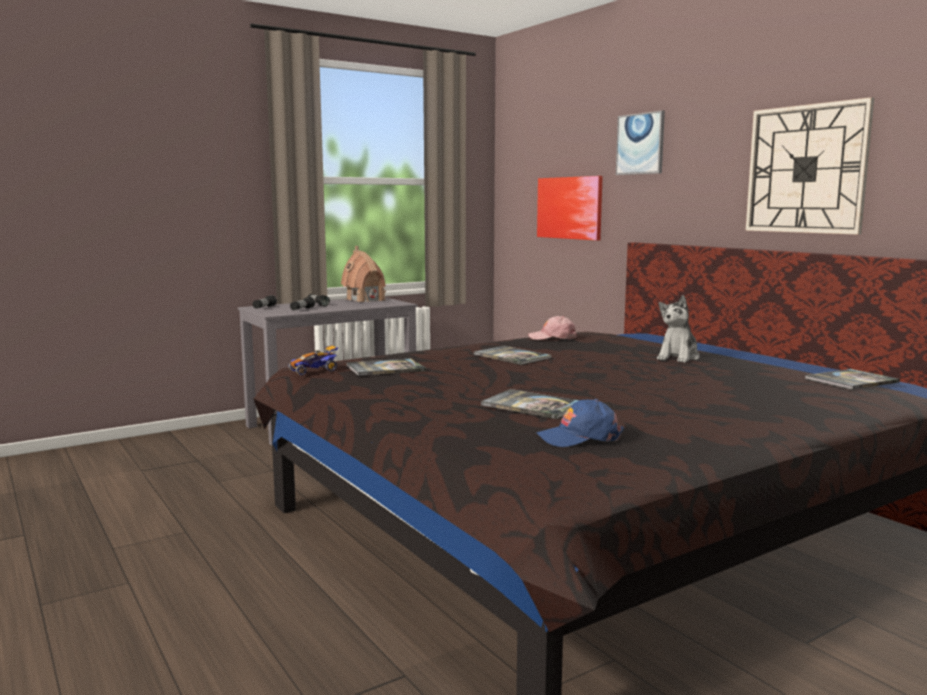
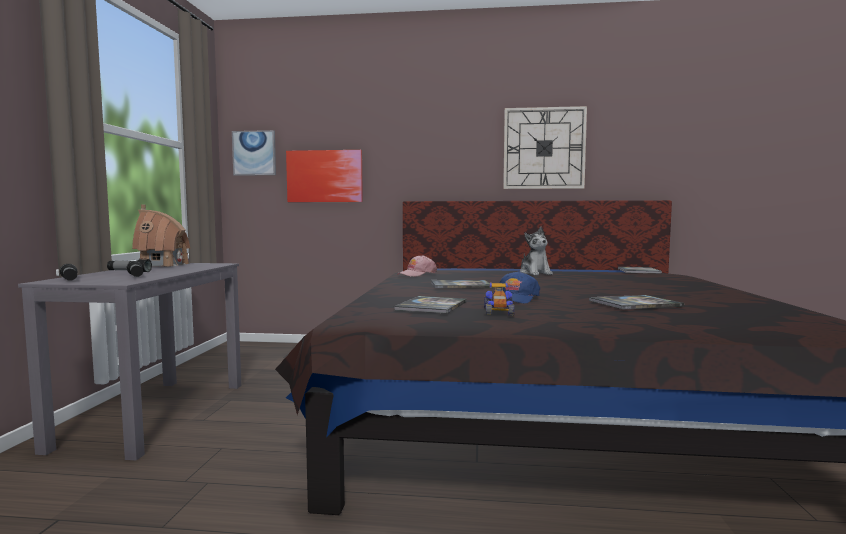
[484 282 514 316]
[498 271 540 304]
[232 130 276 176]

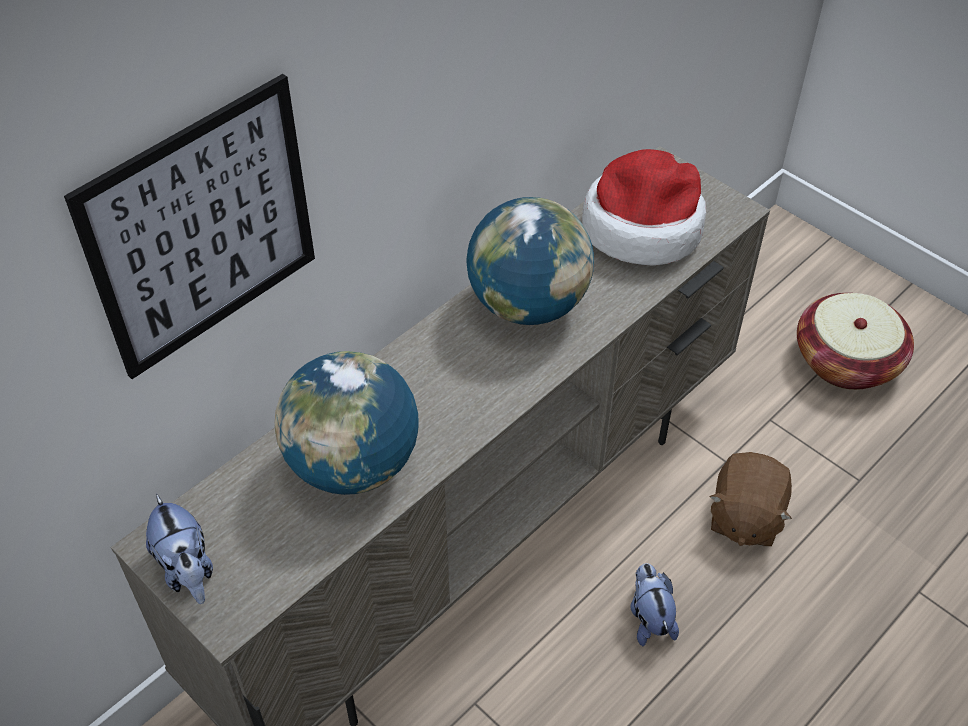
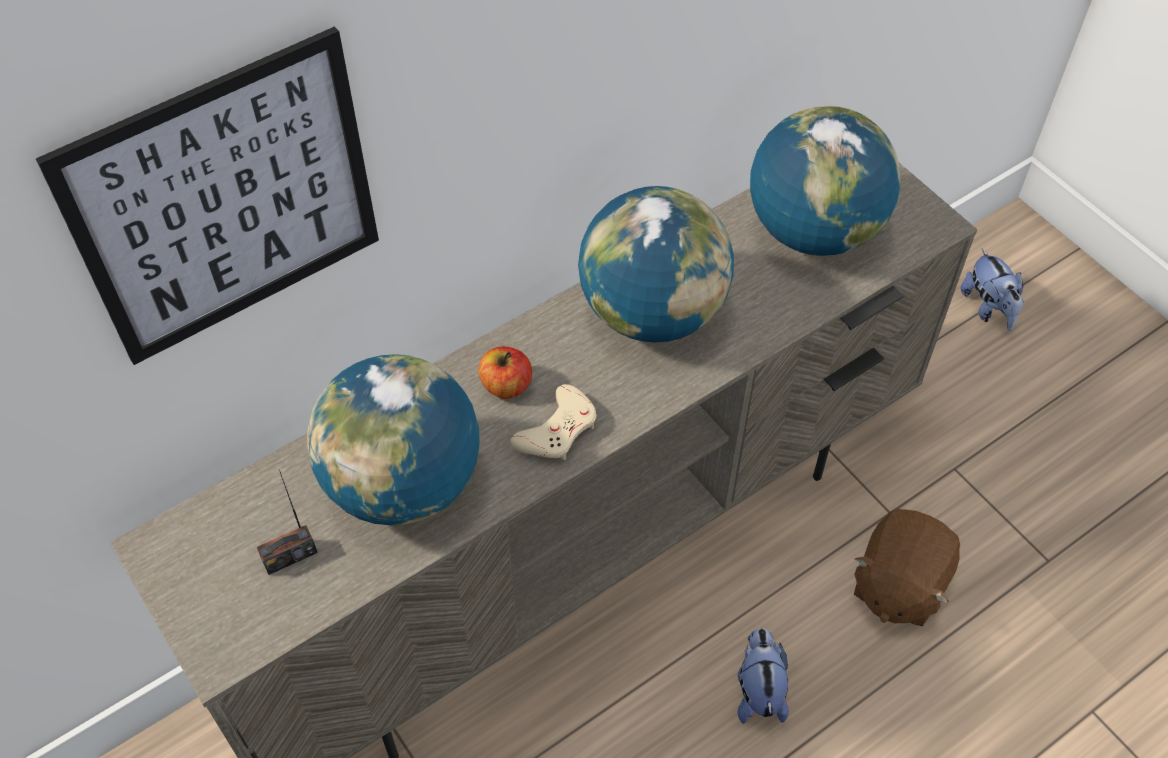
[797 293 914 390] (first image)
[257 470 318 575]
[478 346 532 399]
[511 384 597 460]
[961 249 1024 331]
[750 106 901 256]

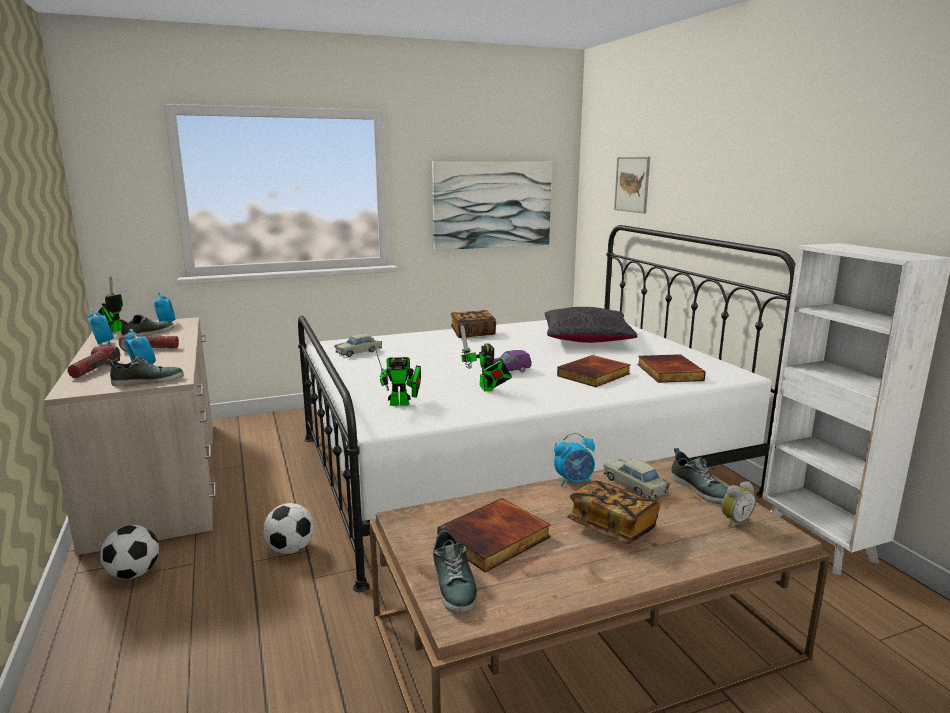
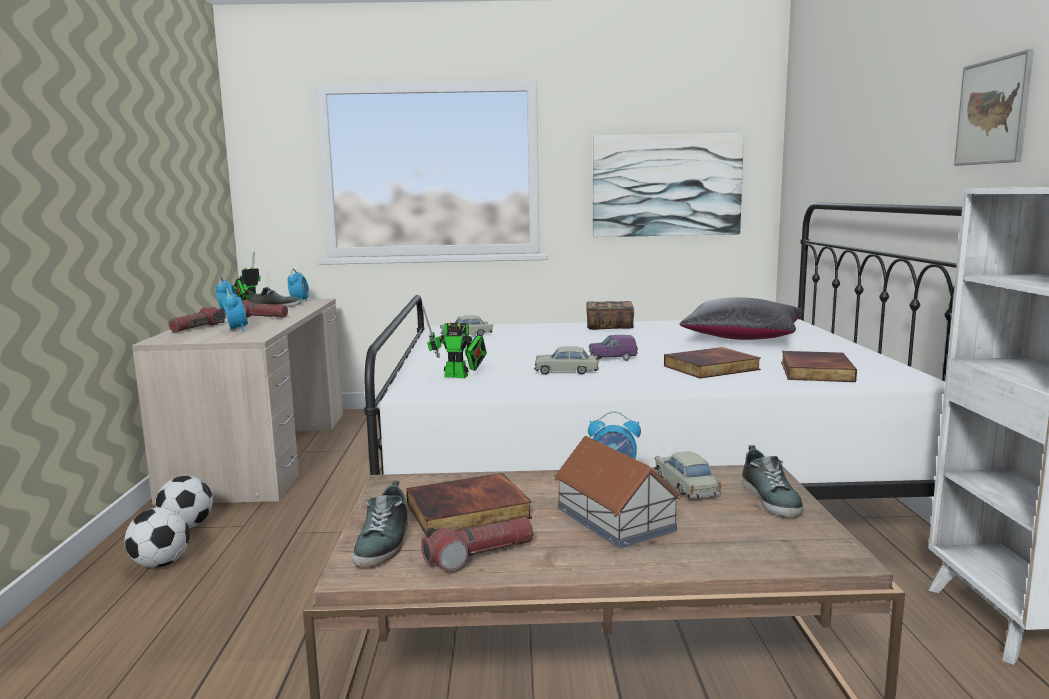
[106 356 184 386] (first image)
[722 482 756 527] (first image)
[422 517 533 572]
[125 507 190 568]
[954 49 1034 166]
[534 346 599 374]
[554 436 682 548]

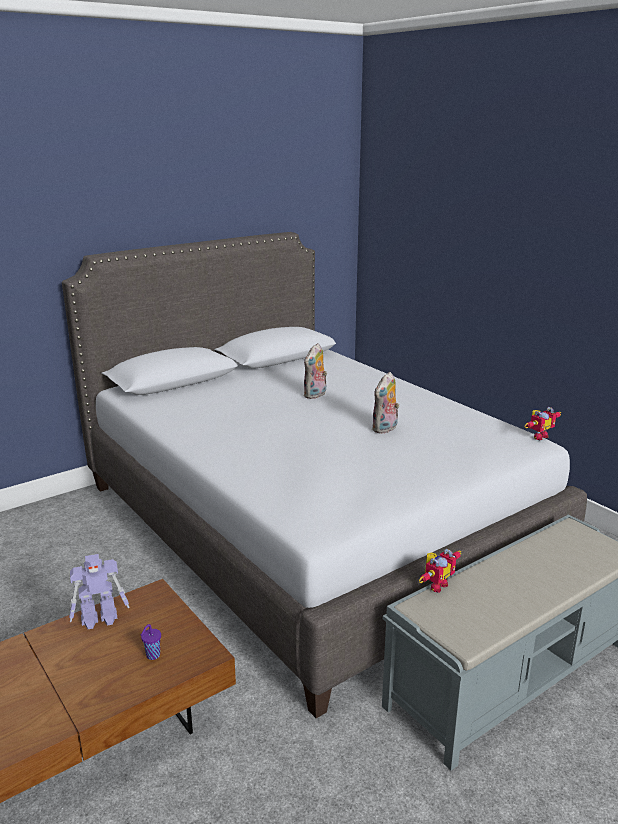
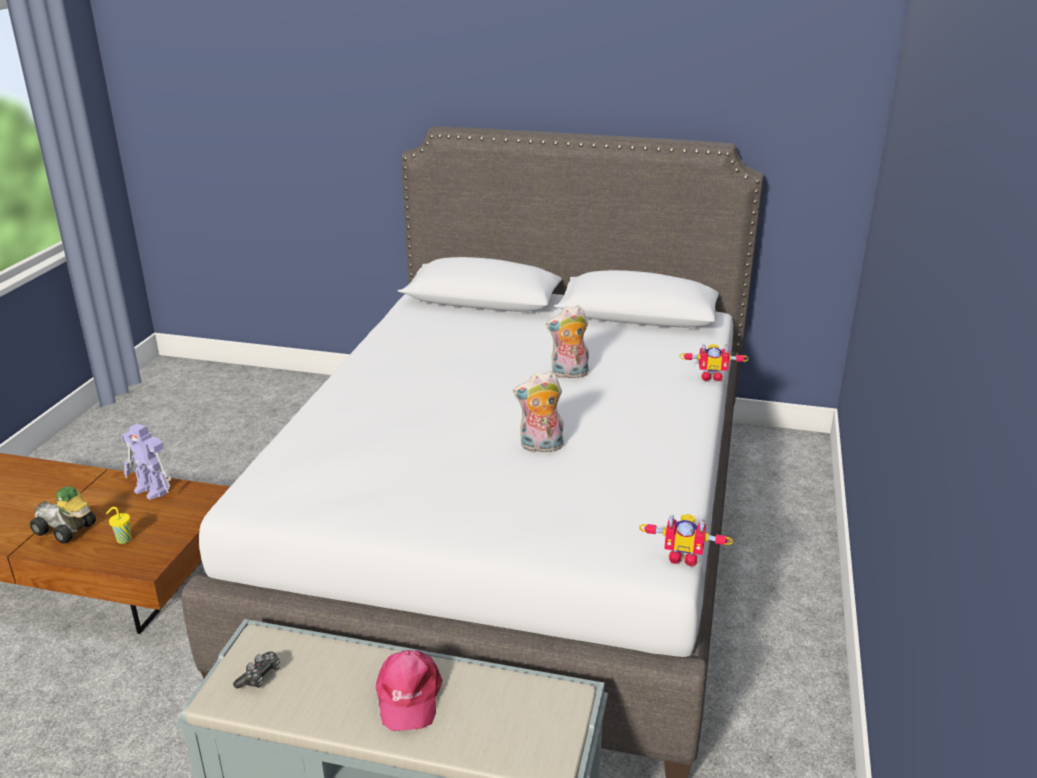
[30 486 96 544]
[233 652 280 689]
[376 650 442 731]
[680 344 749 381]
[106 507 131 544]

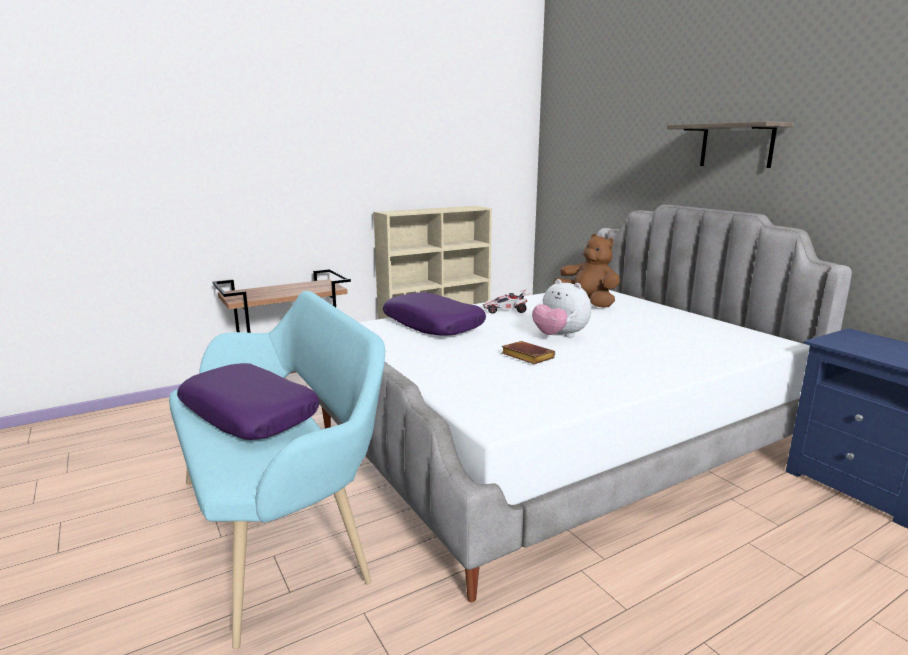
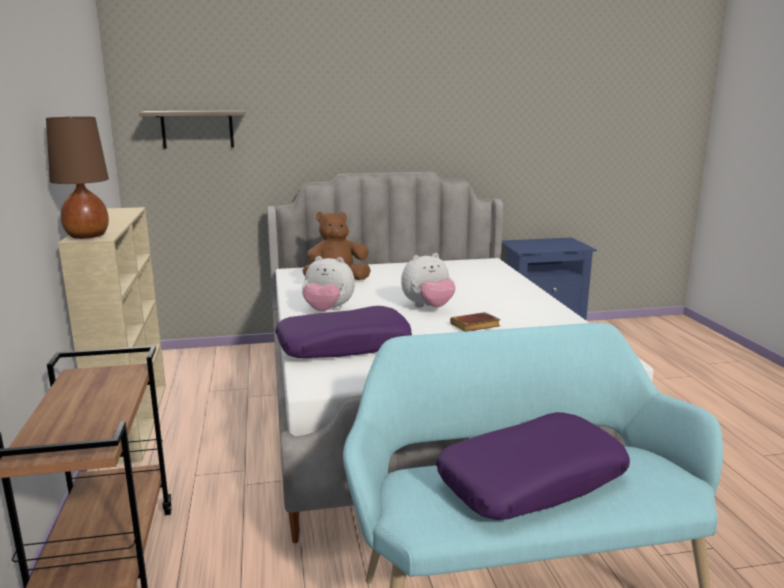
[46 117 109 239]
[139 110 246 149]
[302 256 355 311]

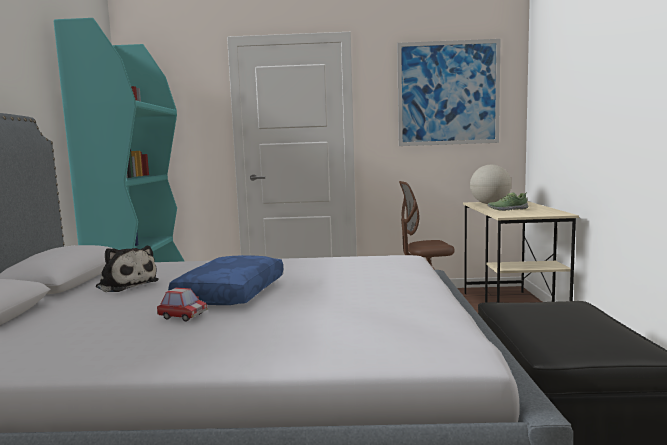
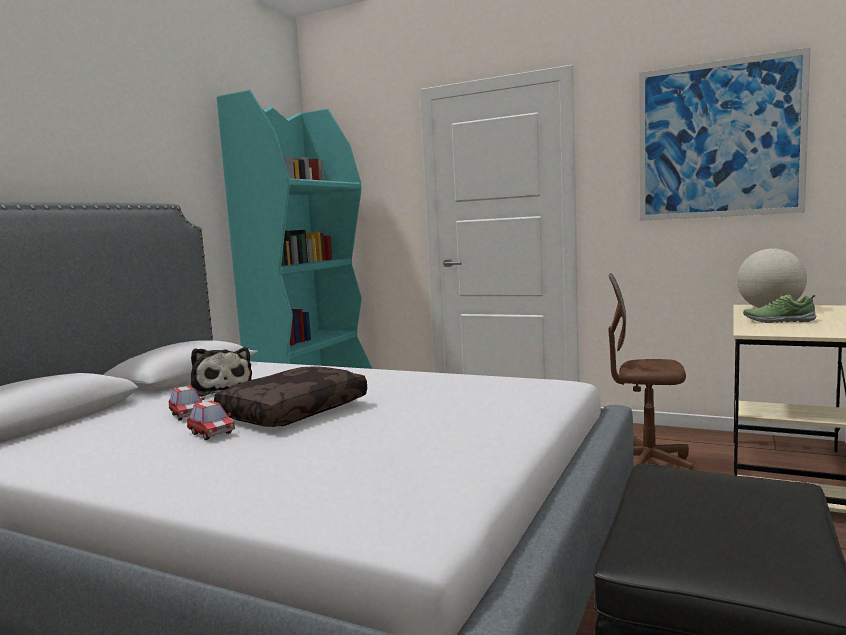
[169 386 205 420]
[214 366 367 427]

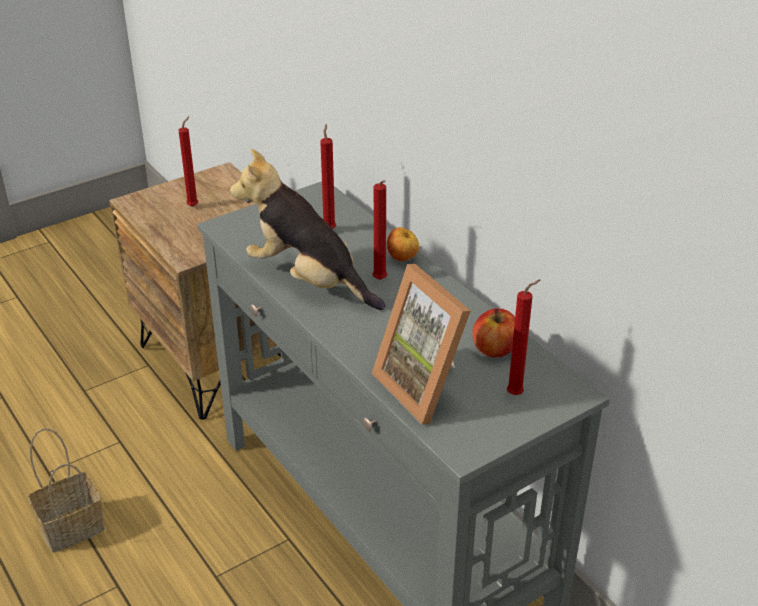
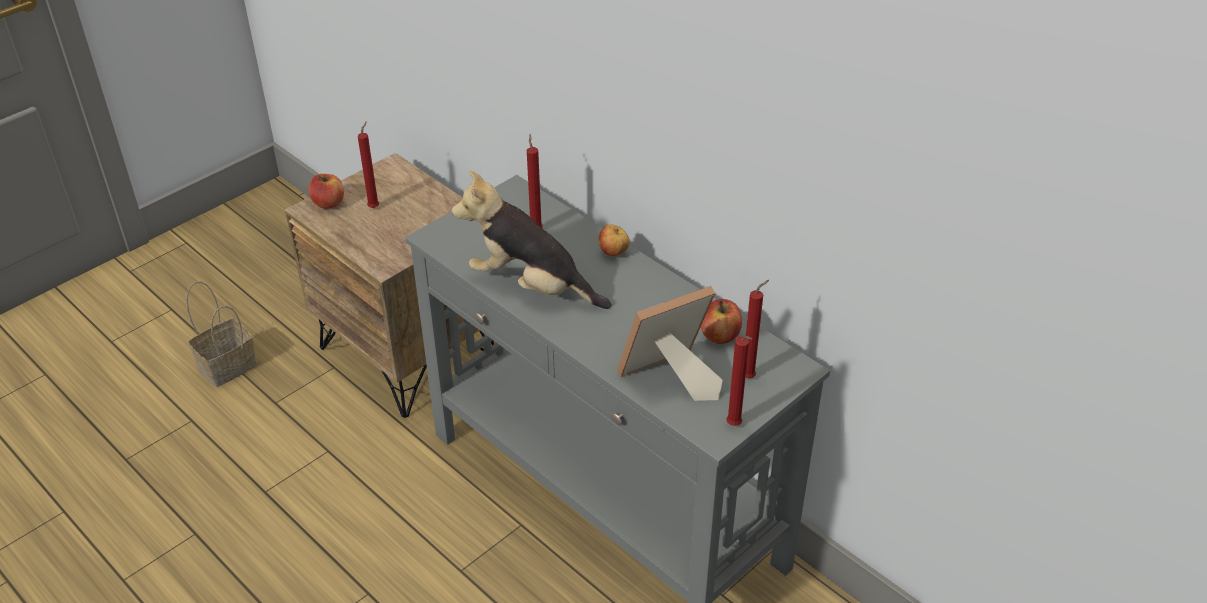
[308 174 344 209]
[186 281 257 387]
[726 336 752 426]
[617 286 723 401]

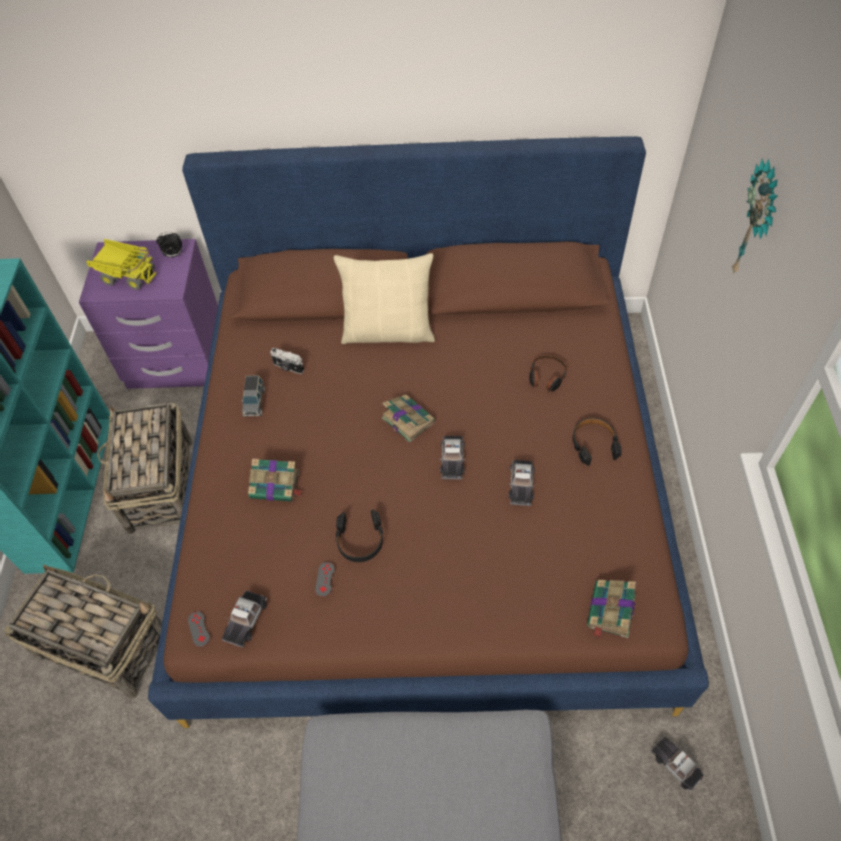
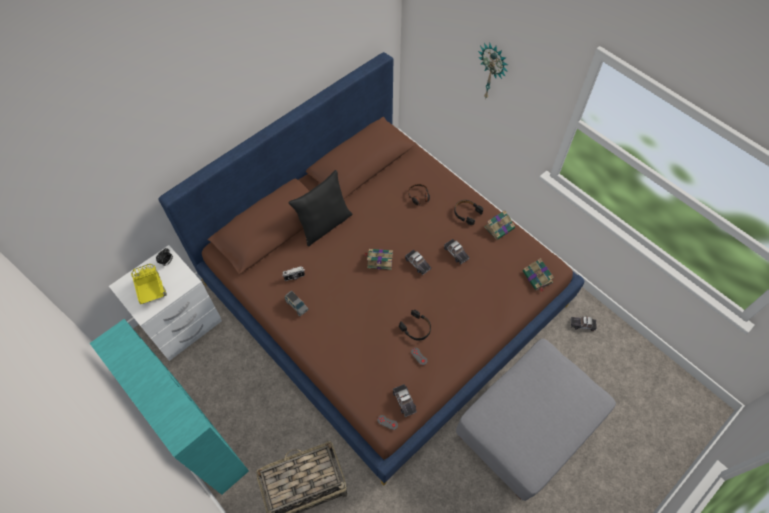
[97 402 193 534] (first image)
[484 210 516 240]
[109 245 222 361]
[288 170 353 247]
[131 264 167 304]

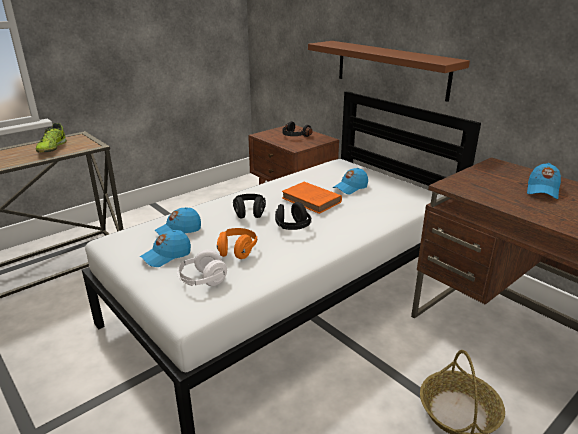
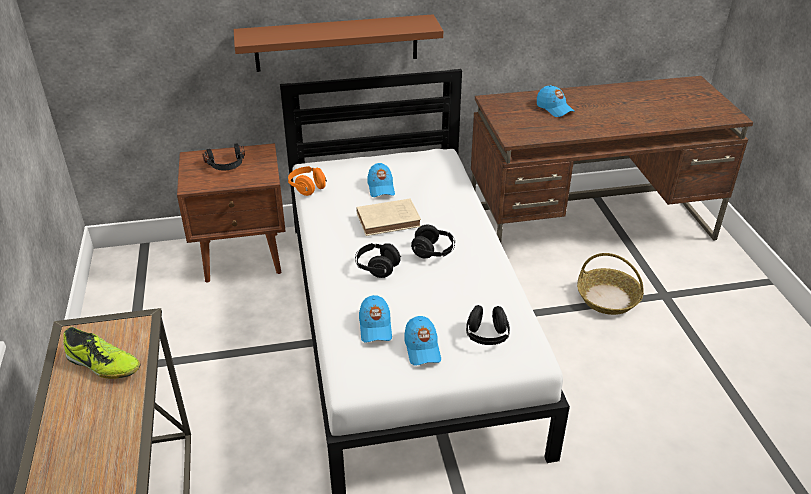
[288 166 327 196]
[466 305 510 345]
[356 198 421 236]

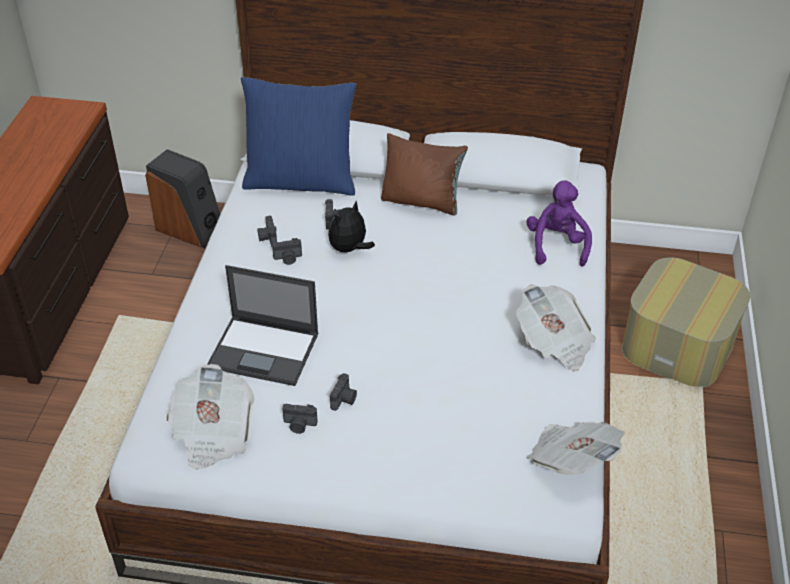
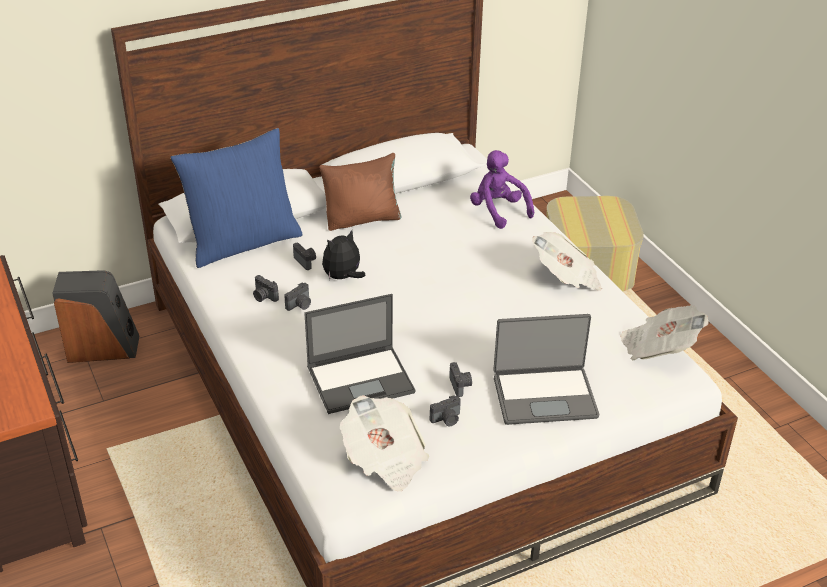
[493 314 599 425]
[322 230 365 279]

